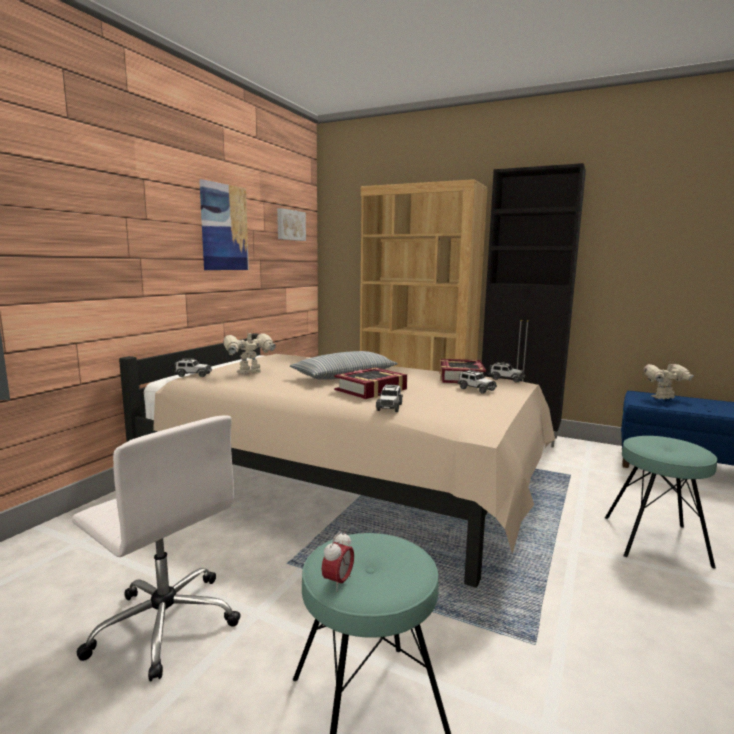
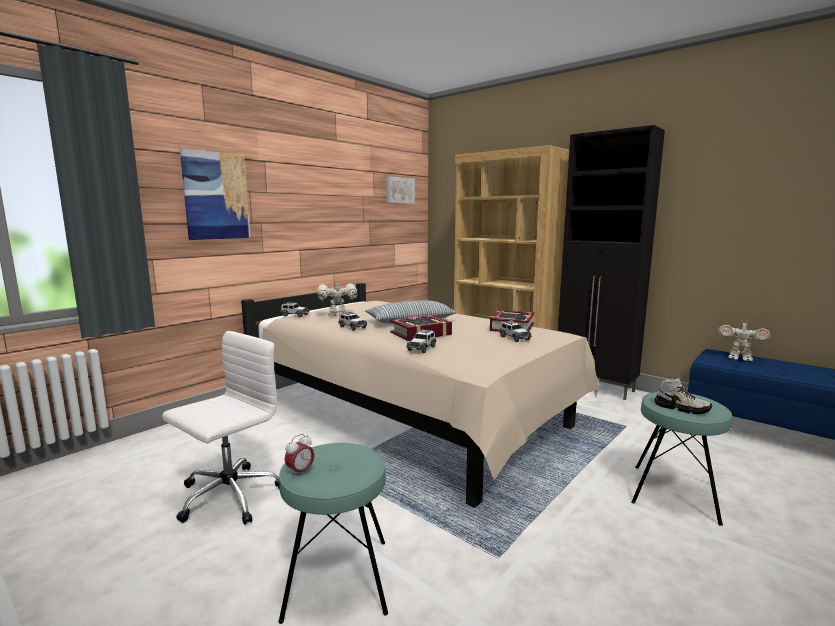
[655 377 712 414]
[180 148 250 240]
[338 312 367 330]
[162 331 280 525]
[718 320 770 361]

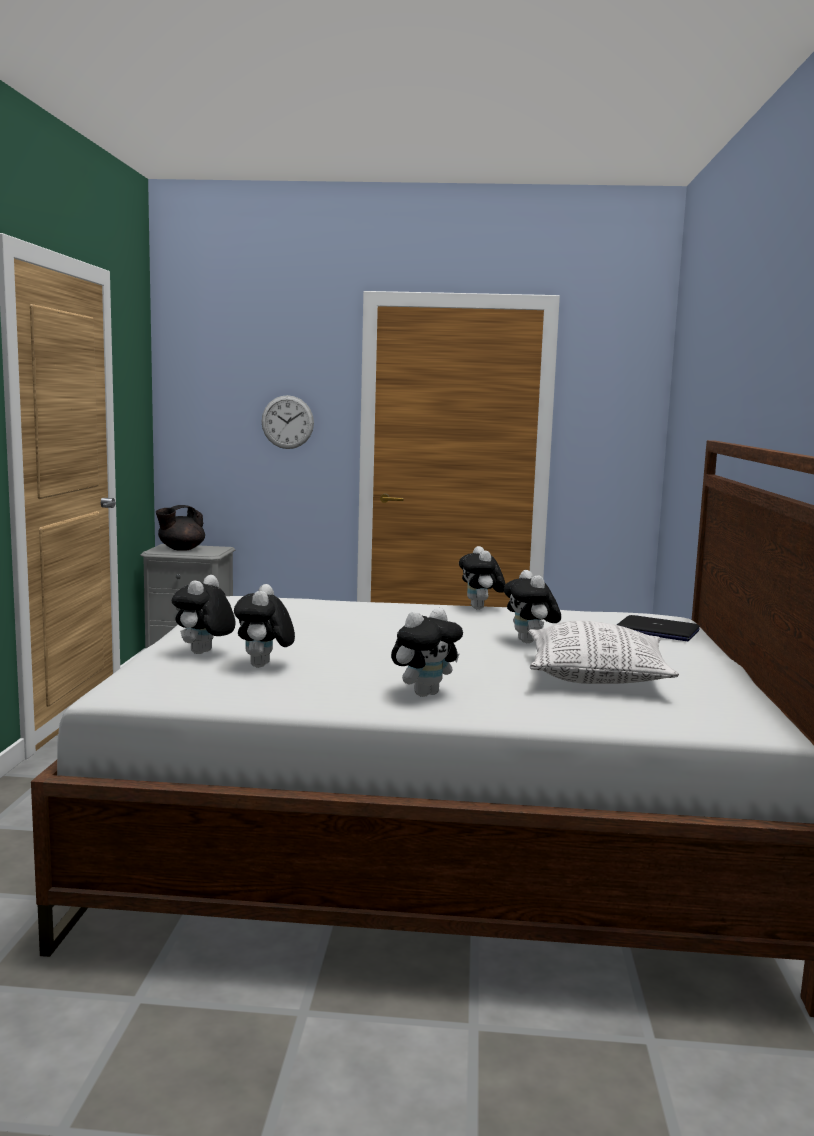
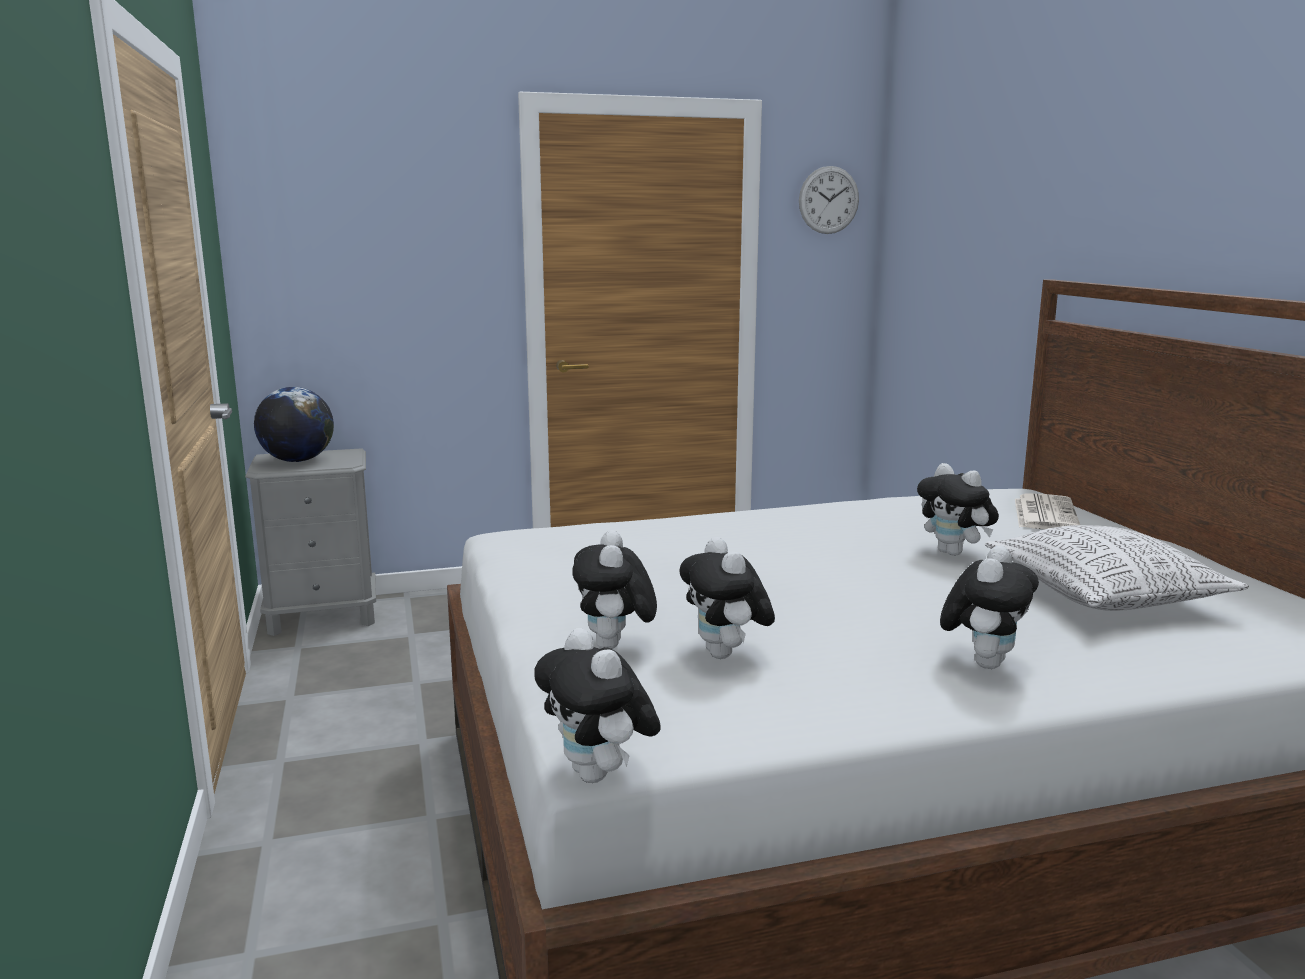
[799 166 859 234]
[534 628 661 783]
[254 387 334 462]
[1015 494 1080 529]

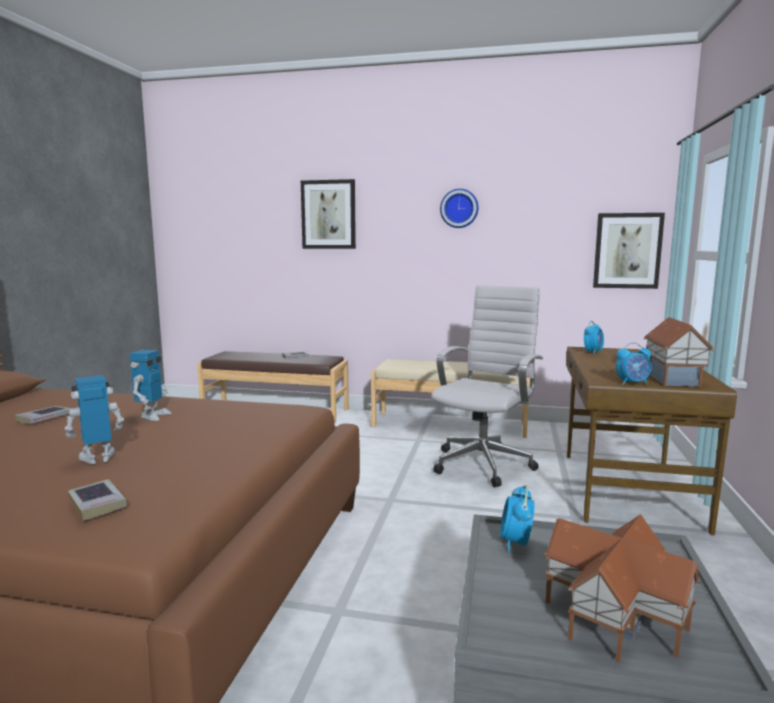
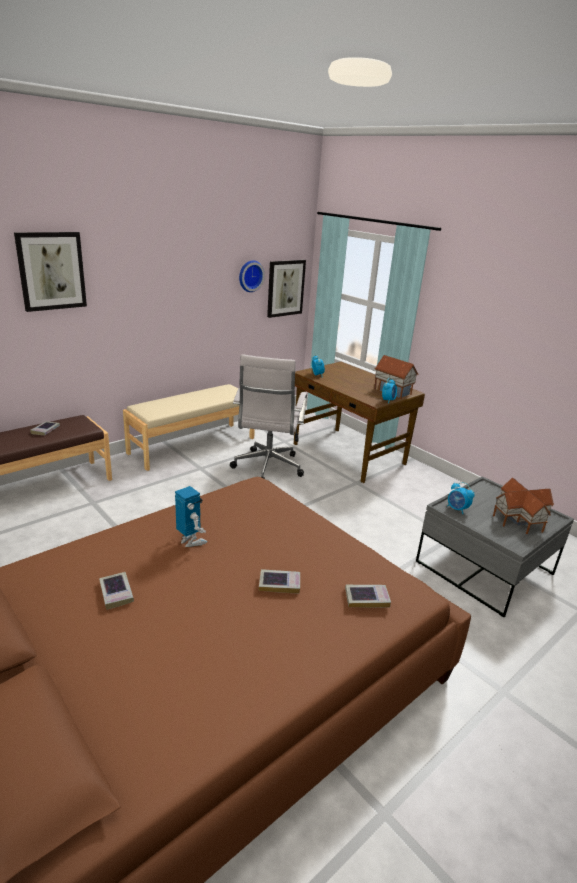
[239 260 265 292]
[259 569 300 594]
[230 354 307 479]

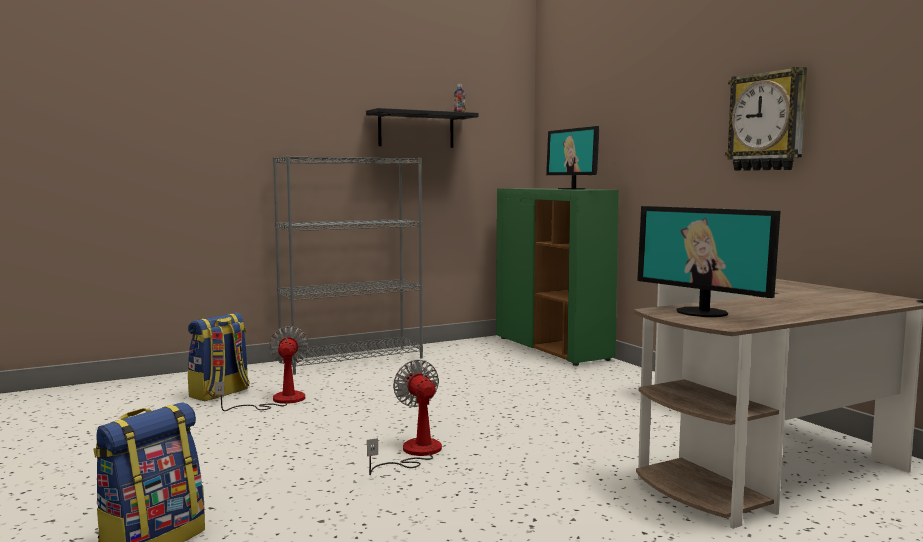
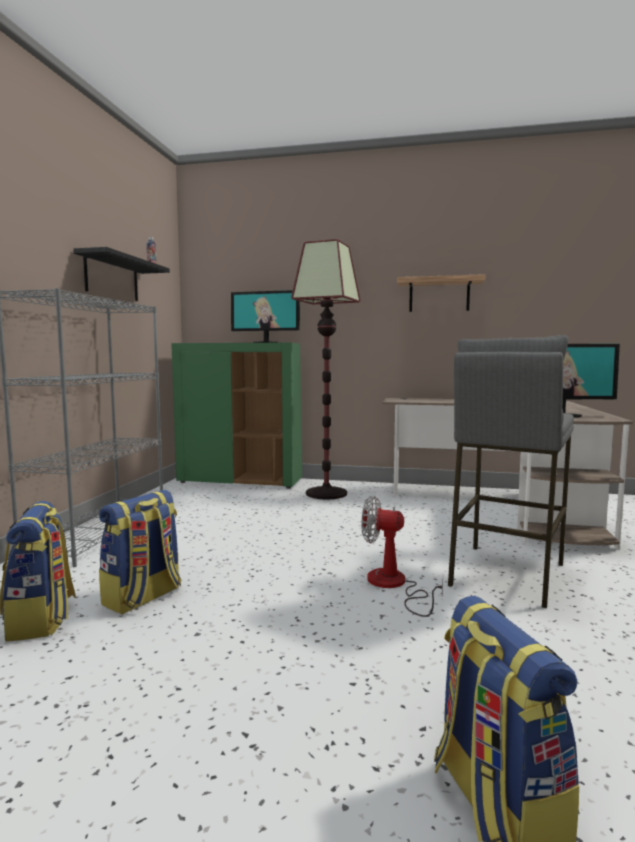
[291 239 361 500]
[448 335 574 608]
[99 490 181 614]
[397 274 485 312]

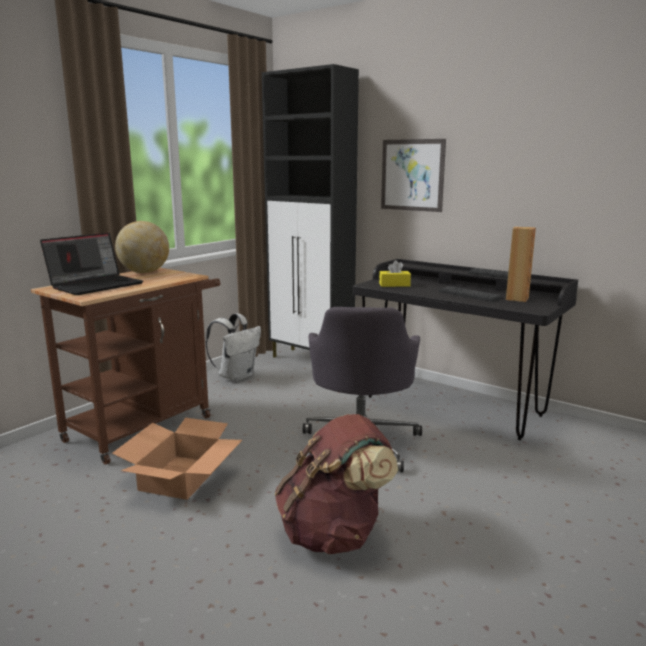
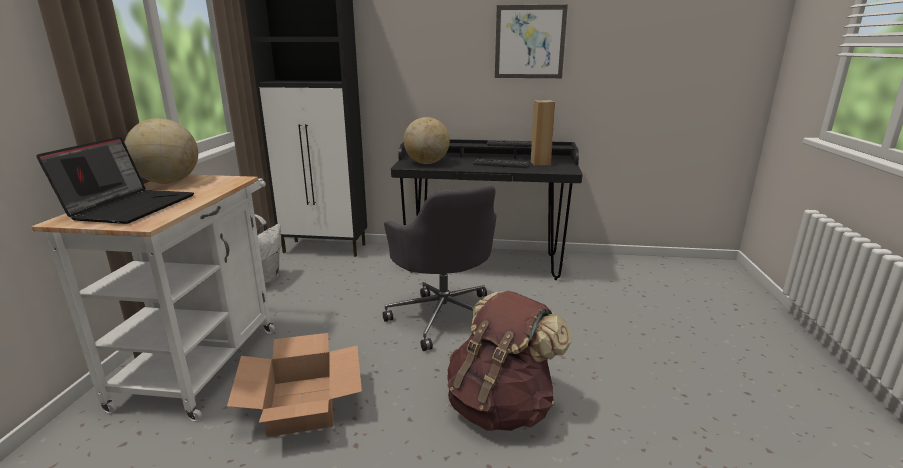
[495 5 568 78]
[404 117 450 164]
[31 175 275 422]

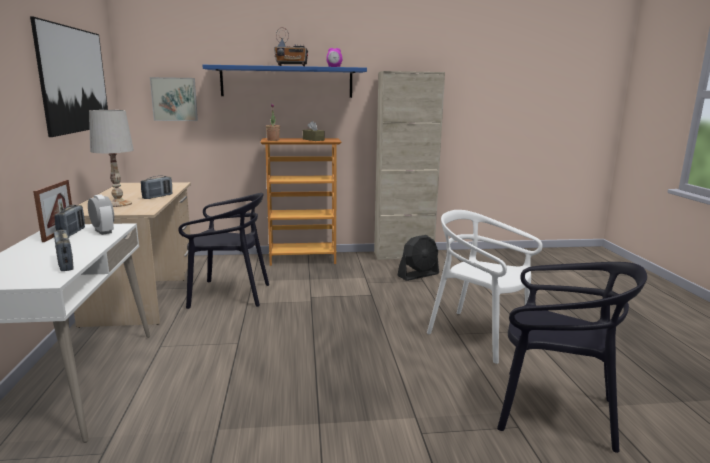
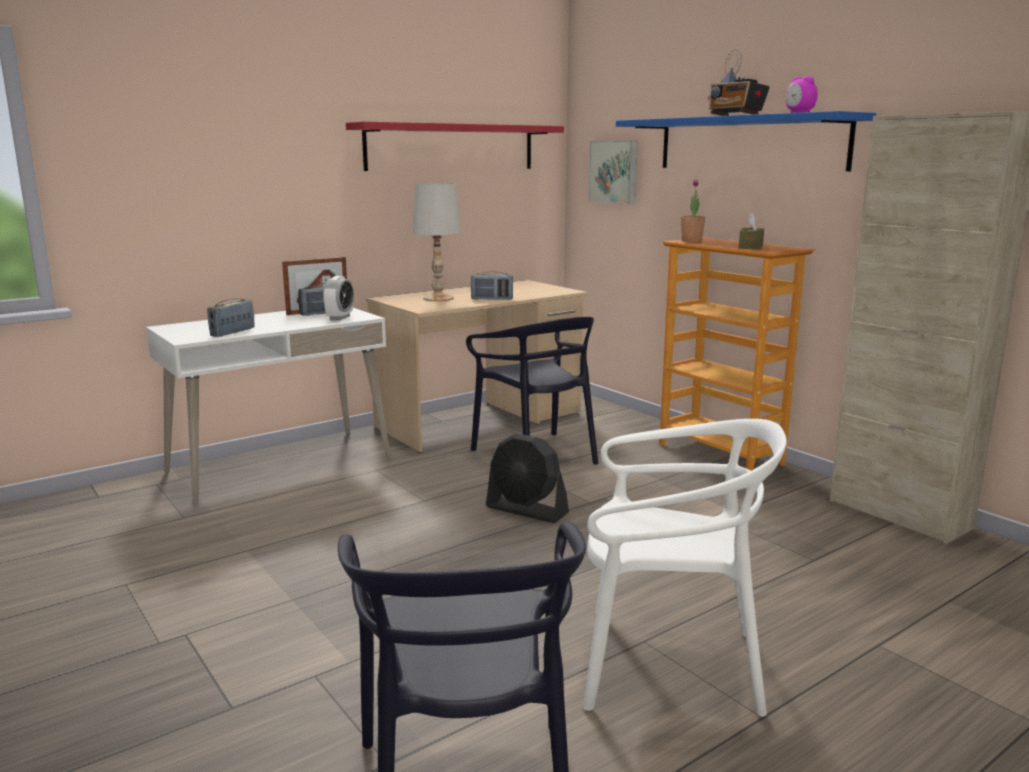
[486 433 569 523]
[346 121 564 171]
[582 419 787 717]

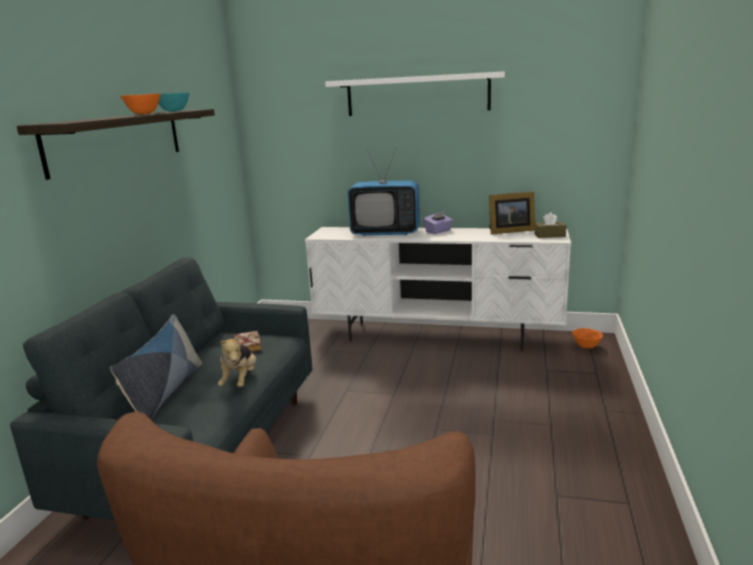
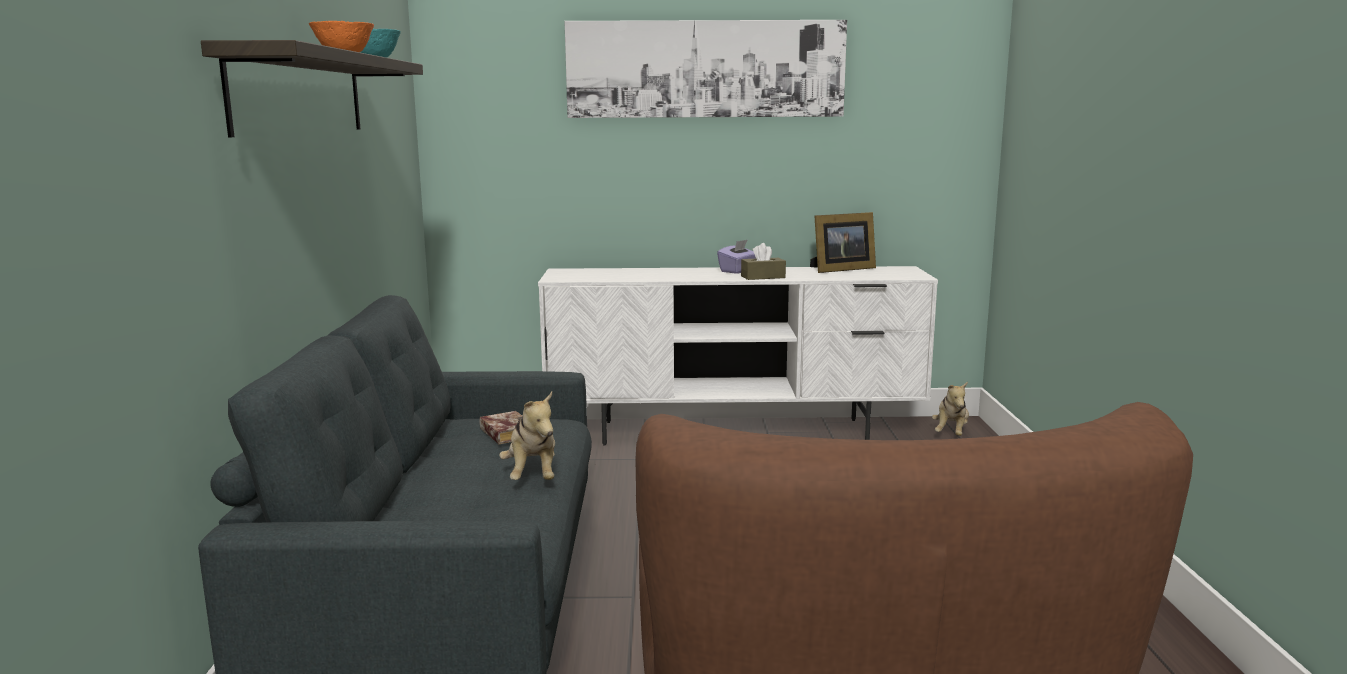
[110 314 202 419] (first image)
[347 149 420 236] (first image)
[741 243 786 280]
[564 20 847 118]
[932 381 969 436]

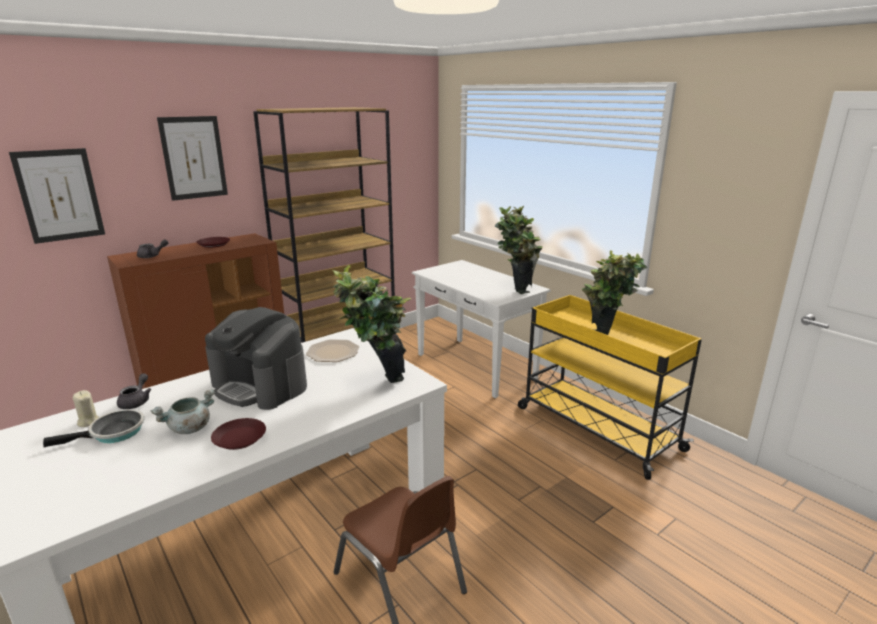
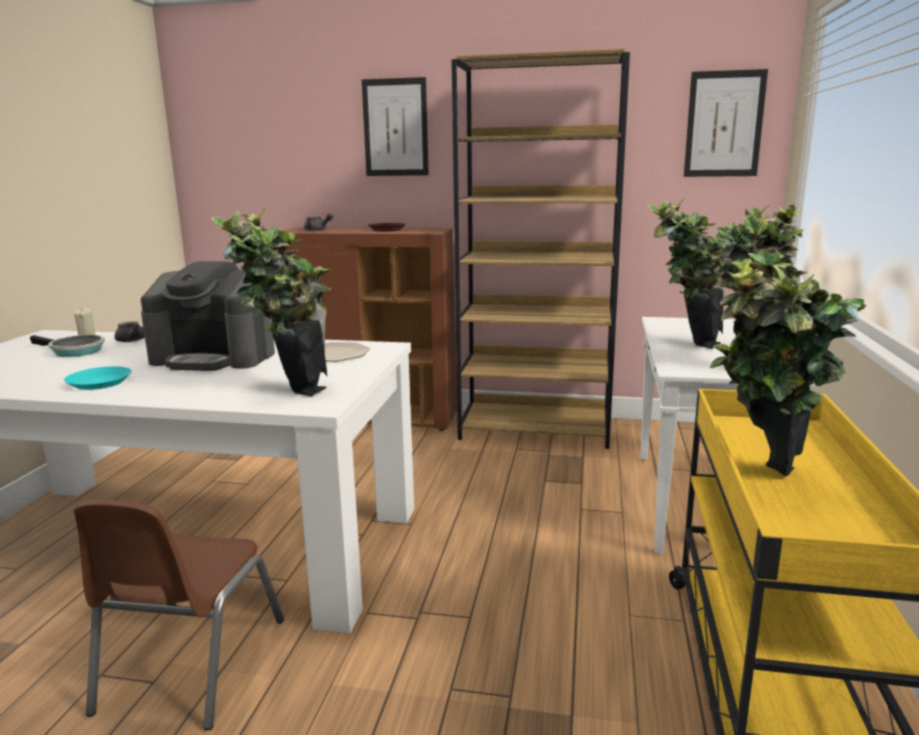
[151 389 215 434] (first image)
[647 199 732 348]
[684 69 768 177]
[64 366 132 390]
[141 261 275 371]

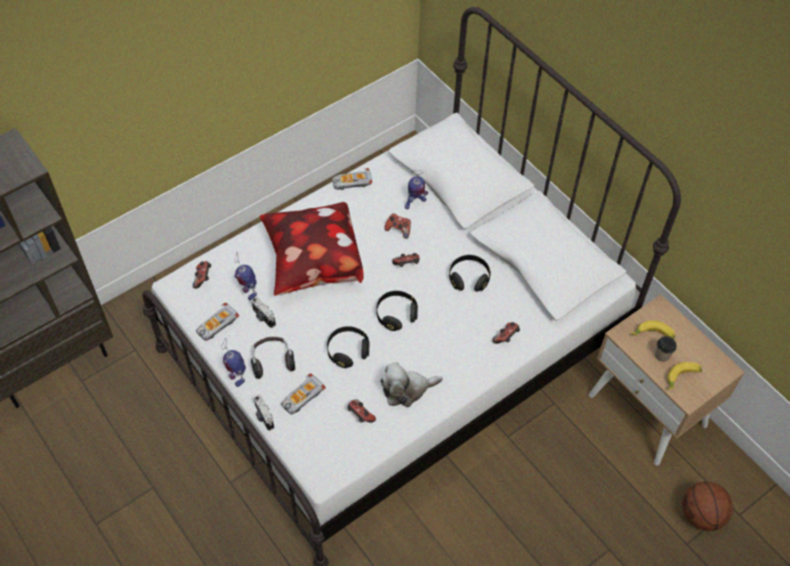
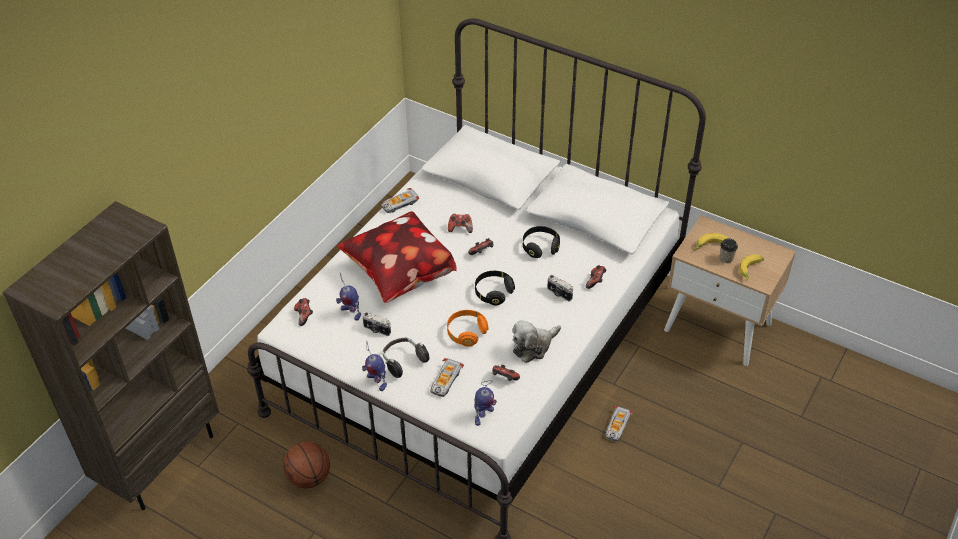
[605 406 633 442]
[547 275 573 301]
[474 380 497 426]
[283 441 330 489]
[447 310 489 347]

